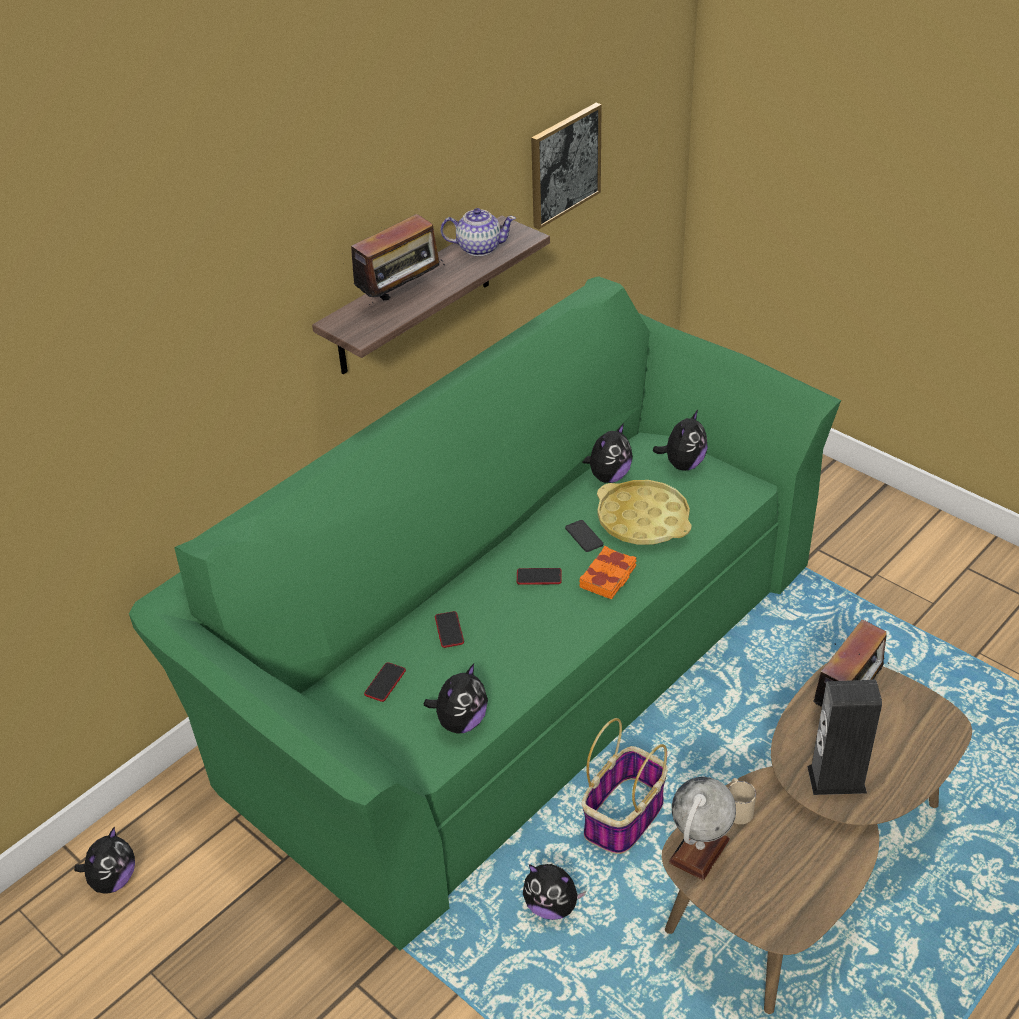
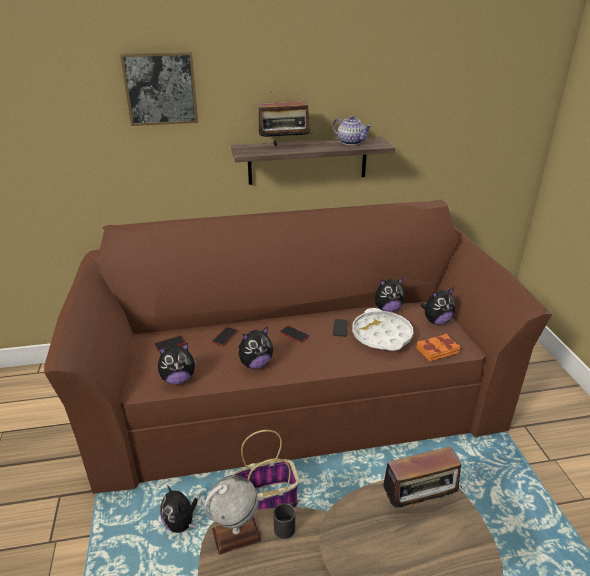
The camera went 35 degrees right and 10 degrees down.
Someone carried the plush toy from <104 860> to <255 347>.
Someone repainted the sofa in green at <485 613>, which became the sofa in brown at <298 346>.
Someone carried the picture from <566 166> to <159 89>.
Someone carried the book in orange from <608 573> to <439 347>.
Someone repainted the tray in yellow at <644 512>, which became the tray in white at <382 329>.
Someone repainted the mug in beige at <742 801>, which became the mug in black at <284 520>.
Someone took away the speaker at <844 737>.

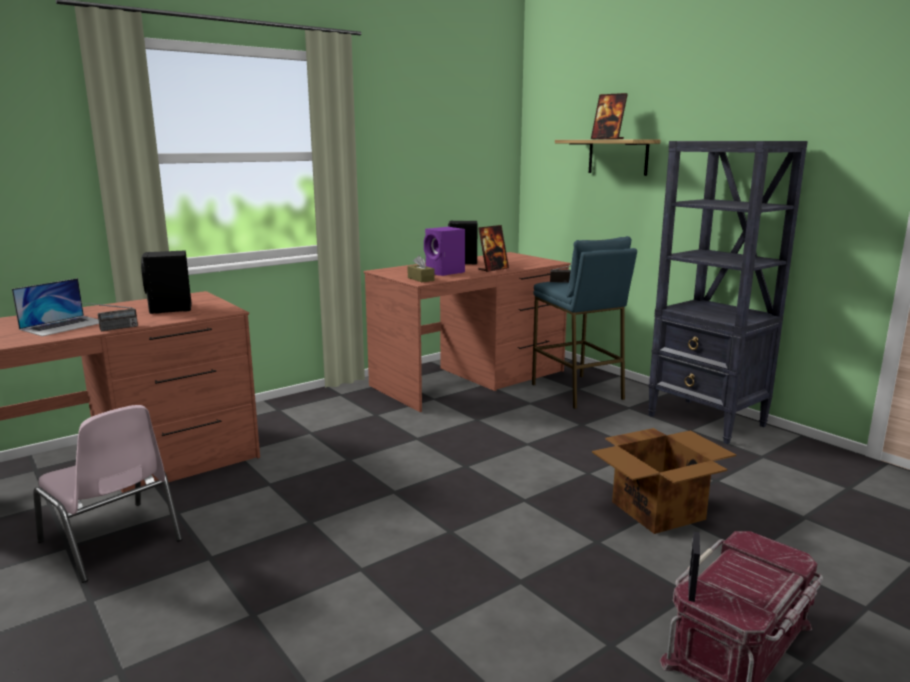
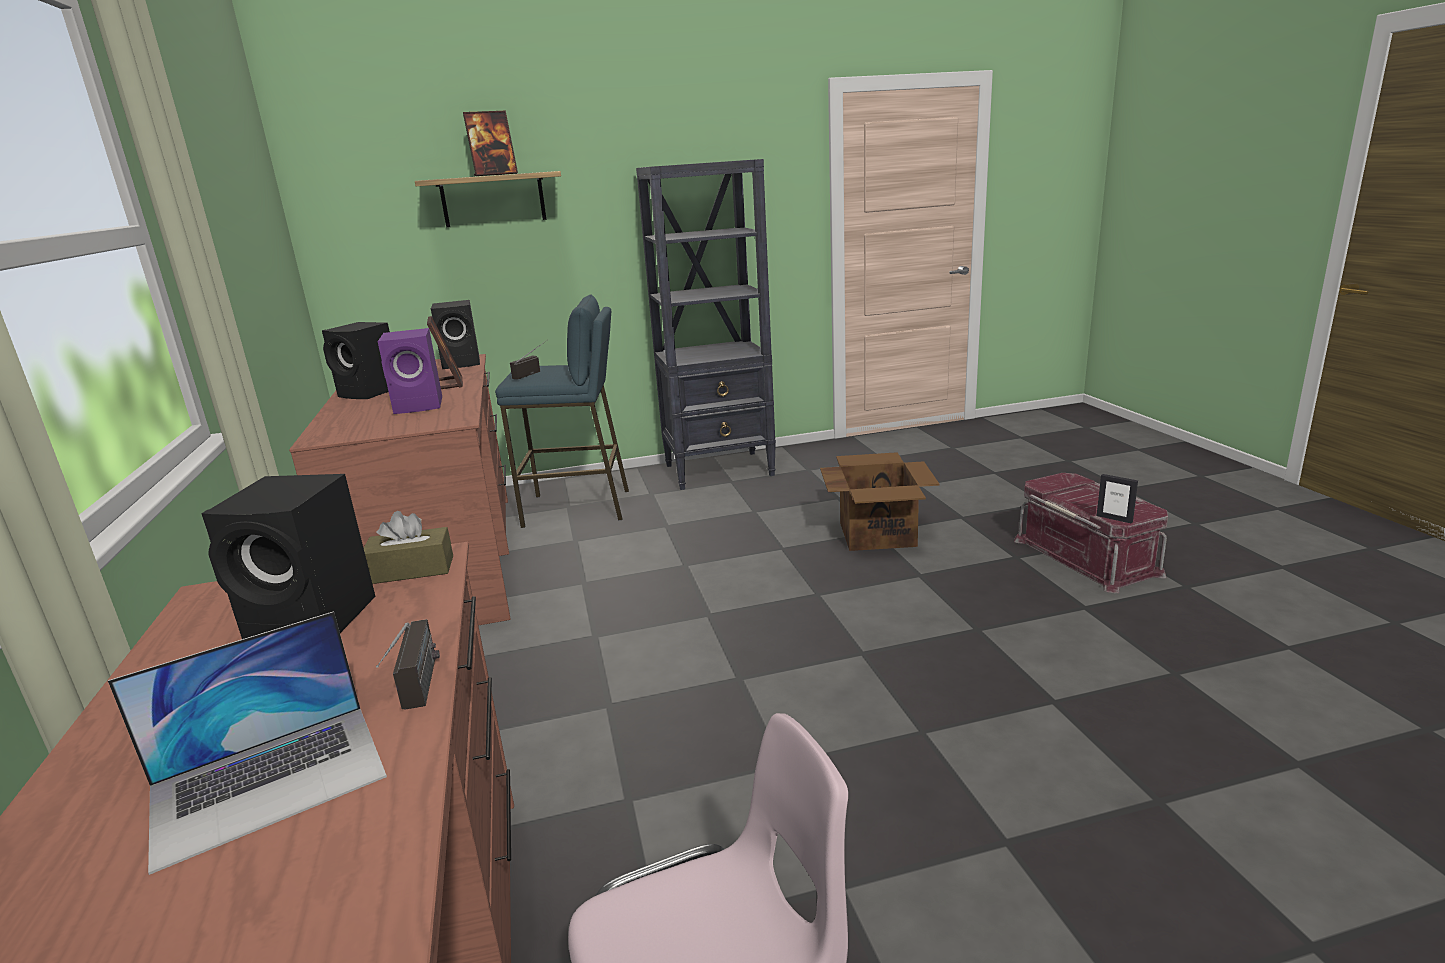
The camera went 65 degrees left and 5 degrees up.
Someone rotated the laptop at <55 307> by 90 degrees clockwise.
Someone carried the tissue box in brown from <421 269> to <408 547>.
Someone put down the speaker in black at <455 334>.

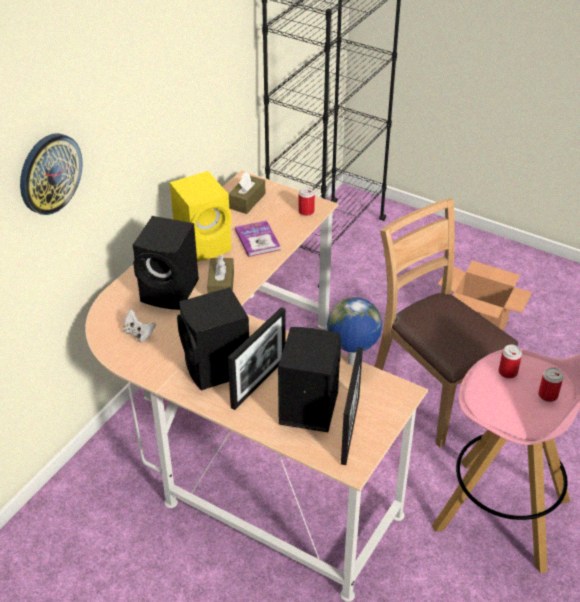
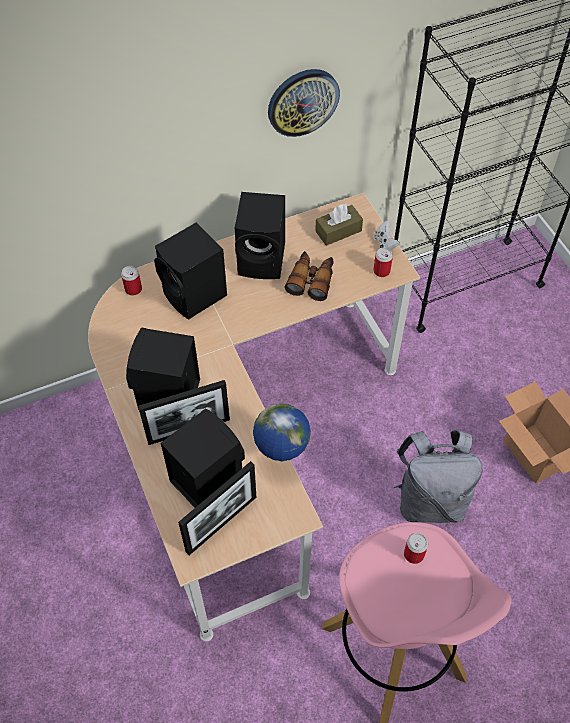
The camera went 35 degrees right and 15 degrees up.
Someone carried the wall clock from <51 174> to <304 103>.
Someone carried the game controller in white from <139 325> to <387 235>.
Someone repainted the speaker in yellow at <201 216>, which became the speaker in black at <260 235>.
Someone took away the tissue box in brown at <220 273>.
Someone swapped the book at <258 238> for the binoculars at <309 276>.
Someone swapped the chair in brown at <446 323> for the backpack in grey at <438 476>.
Someone carried the can from <550 384> to <131 281>.

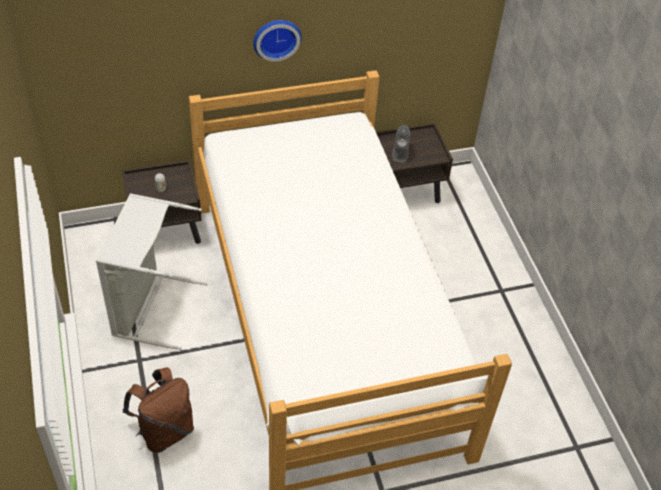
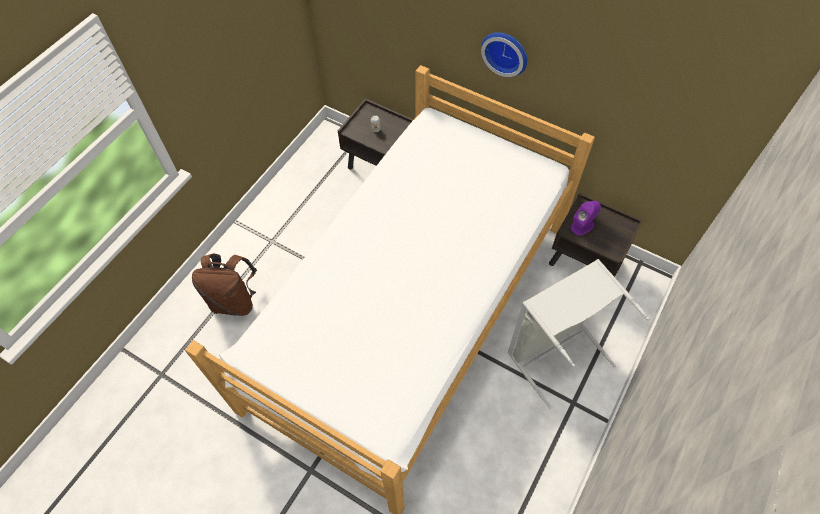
The camera went 50 degrees right and 10 degrees up.
Someone carried the laundry basket in grey from <152 271> to <578 334>.
Someone repainted the speaker in grey at <401 143>, which became the speaker in purple at <586 218>.

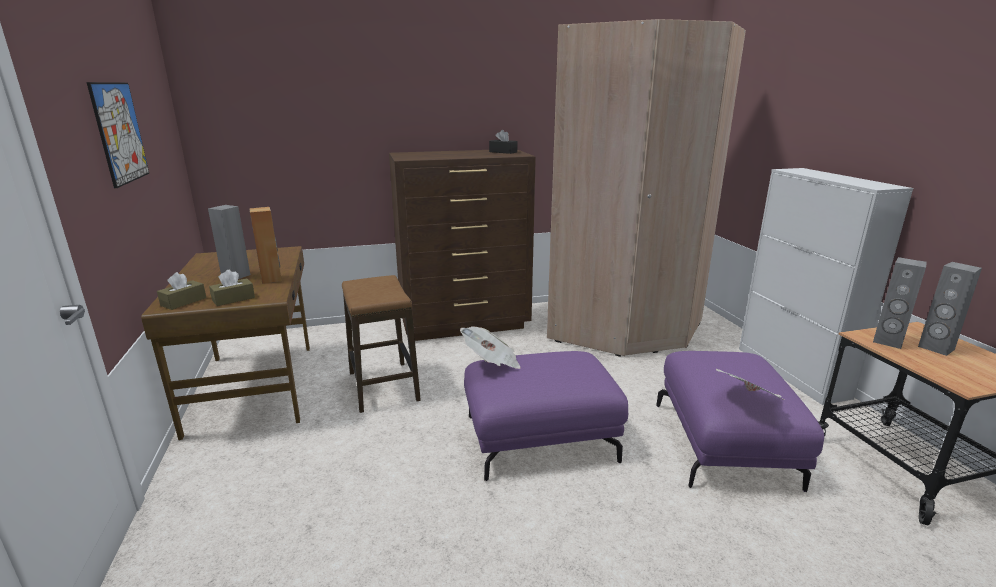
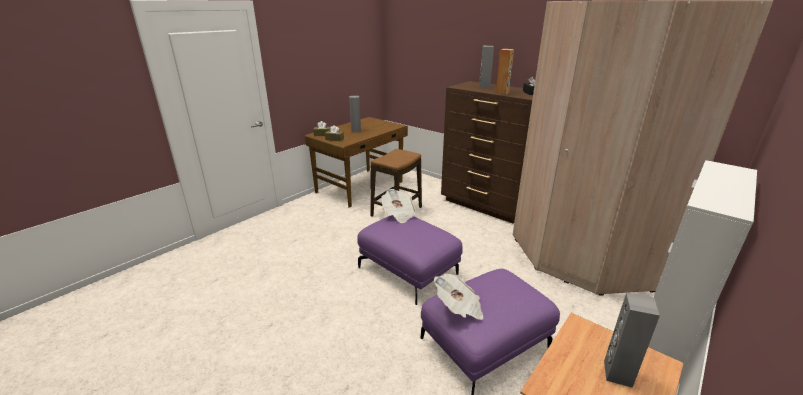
The camera went 55 degrees right and 5 degrees up.
Someone took away the picture at <118 135>.
Someone carried the speaker in brown from <265 245> to <504 72>.
Someone carried the speaker in grey from <900 303> to <486 67>.

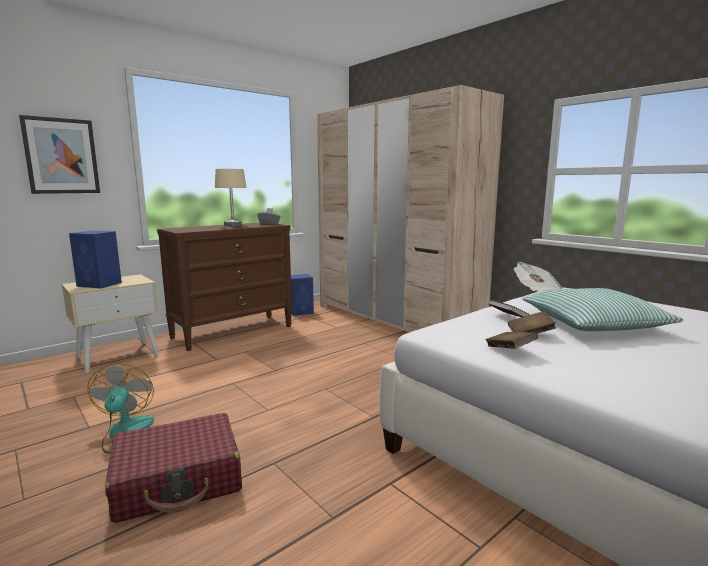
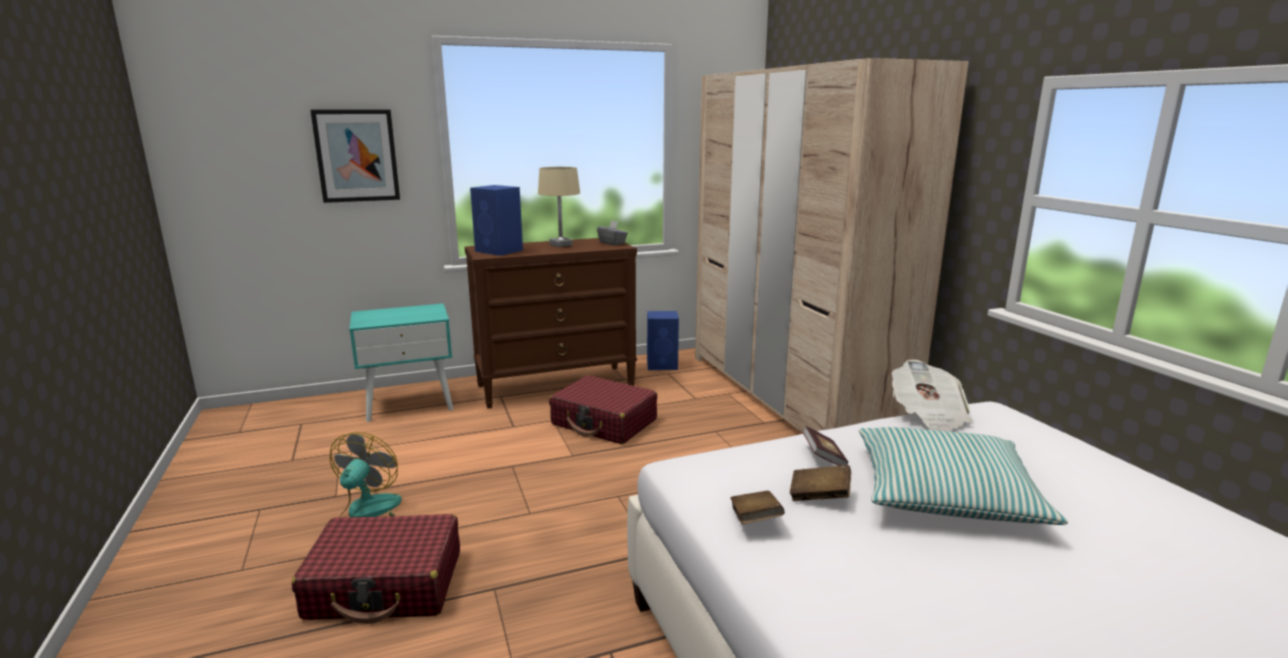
The camera went 20 degrees right and 5 degrees up.
Someone repainted the nightstand in beige at <110 323>, which became the nightstand in turquoise at <401 362>.
Someone carried the speaker in blue from <95 260> to <496 220>.
Someone put down the suitcase in red at <603 409>.

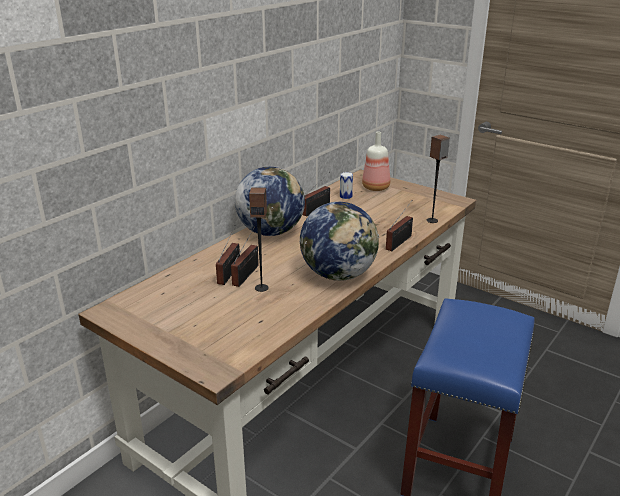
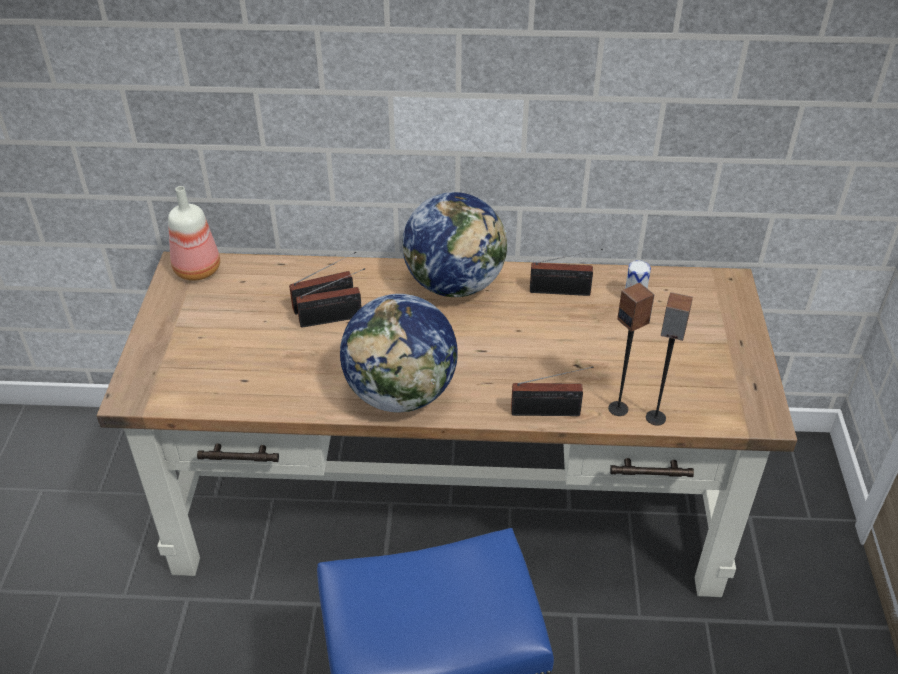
The camera went 55 degrees right and 15 degrees up.
Someone carried the speaker from <259 239> to <631 349>.
Someone carried the bottle from <376 161> to <194 233>.

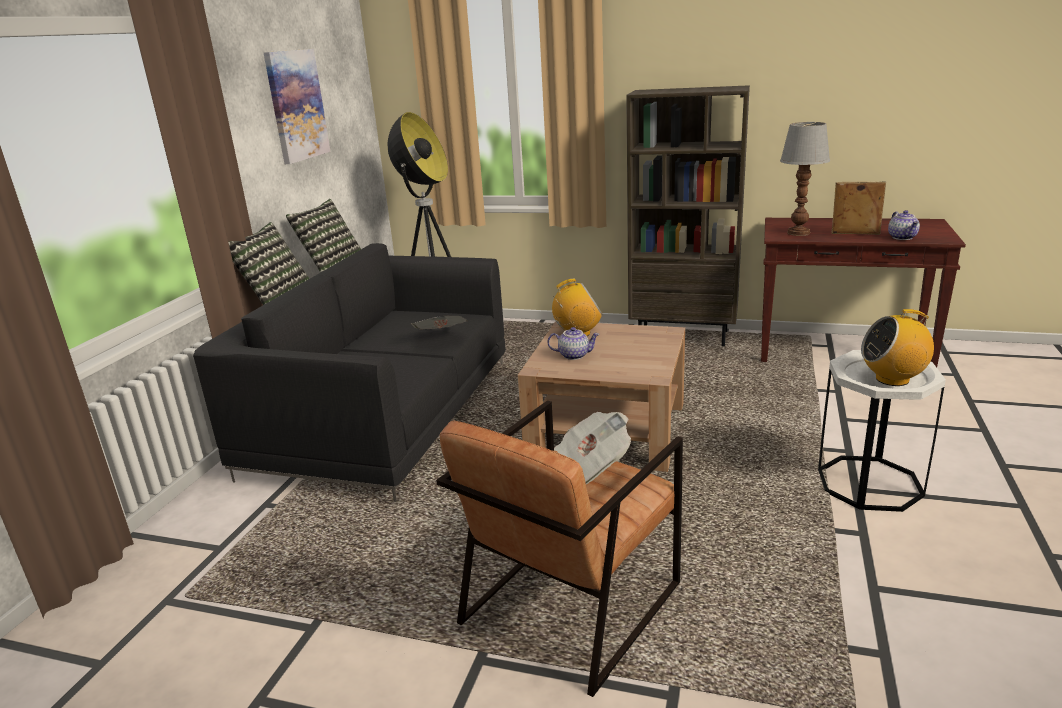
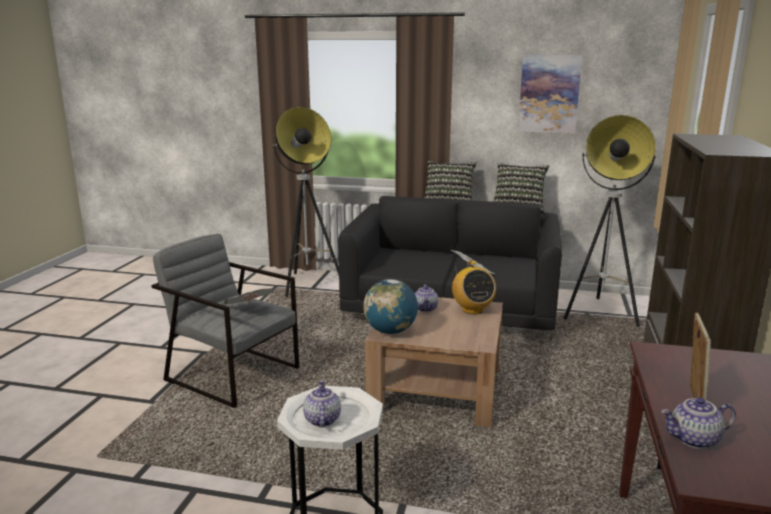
The camera went 85 degrees right and 5 degrees down.
Someone repainted the armchair in brown at <559 548>, which became the armchair in grey at <225 321>.
Someone took away the table lamp at <805 179>.
Someone swapped the radio at <897 347> for the teapot at <322 403>.
Someone put down the floor lamp at <306 202>.
Someone put down the globe at <390 306>.

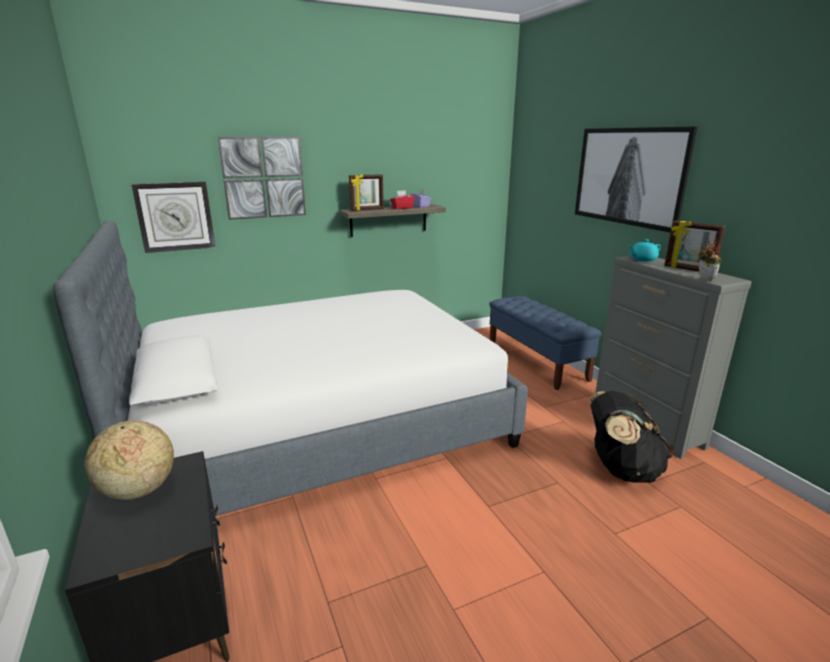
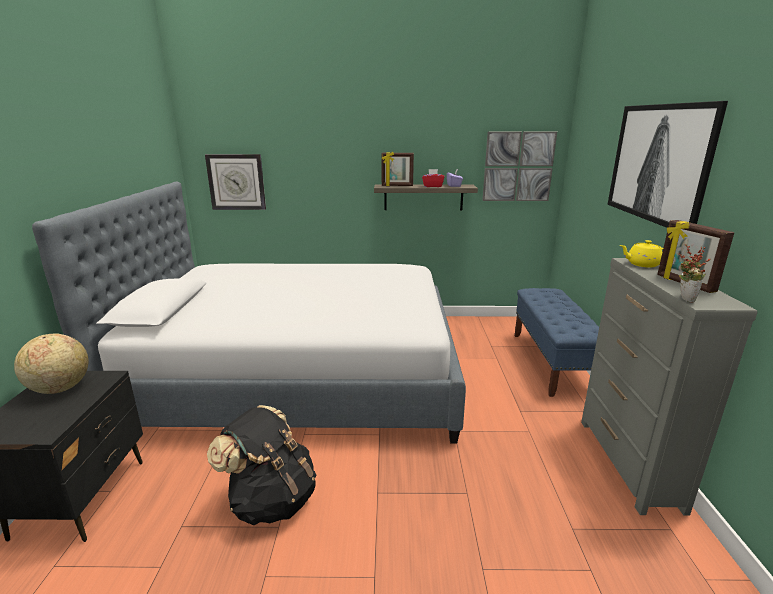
The camera went 25 degrees right and 0 degrees up.
Someone carried the picture from <262 178> to <519 166>.
Someone carried the backpack in black from <631 437> to <261 465>.
Someone repainted the teapot in turquoise at <644 250>, which became the teapot in yellow at <641 253>.

